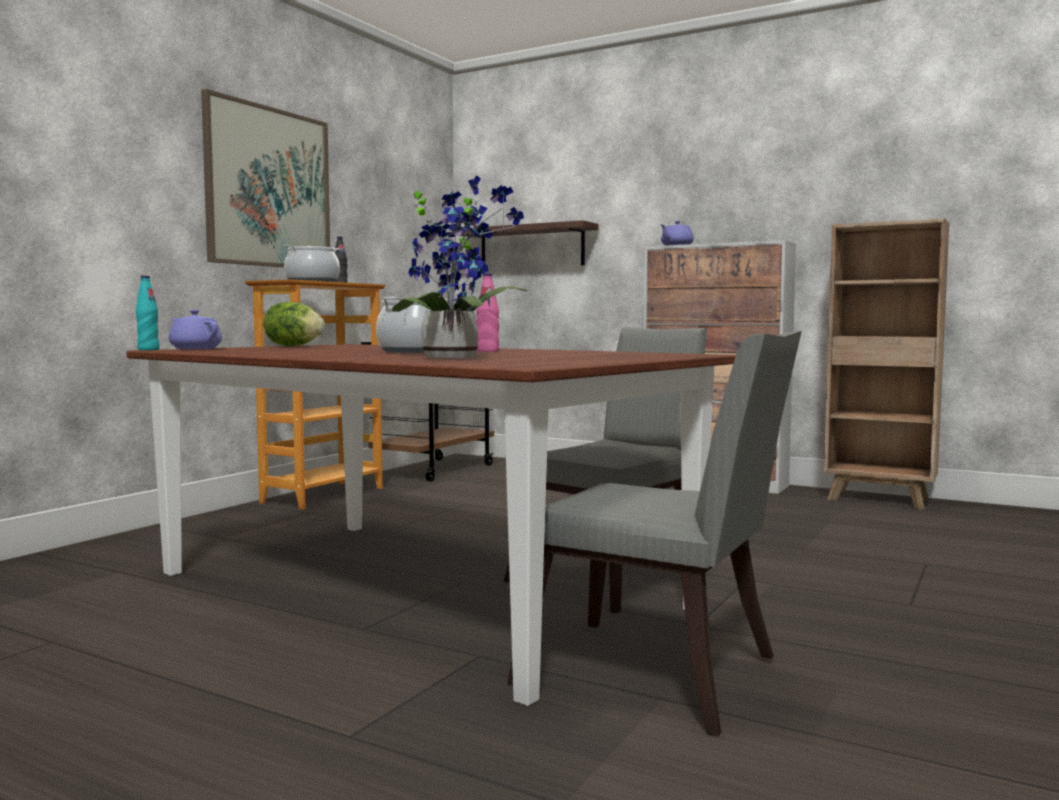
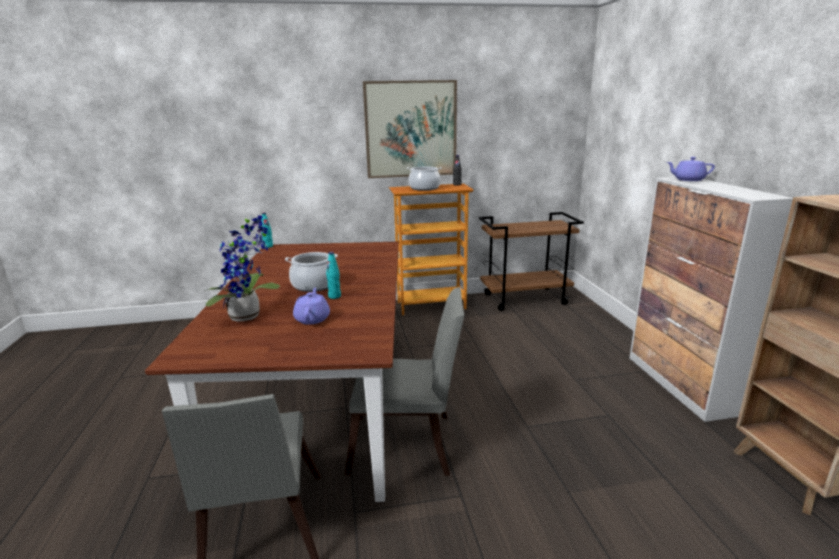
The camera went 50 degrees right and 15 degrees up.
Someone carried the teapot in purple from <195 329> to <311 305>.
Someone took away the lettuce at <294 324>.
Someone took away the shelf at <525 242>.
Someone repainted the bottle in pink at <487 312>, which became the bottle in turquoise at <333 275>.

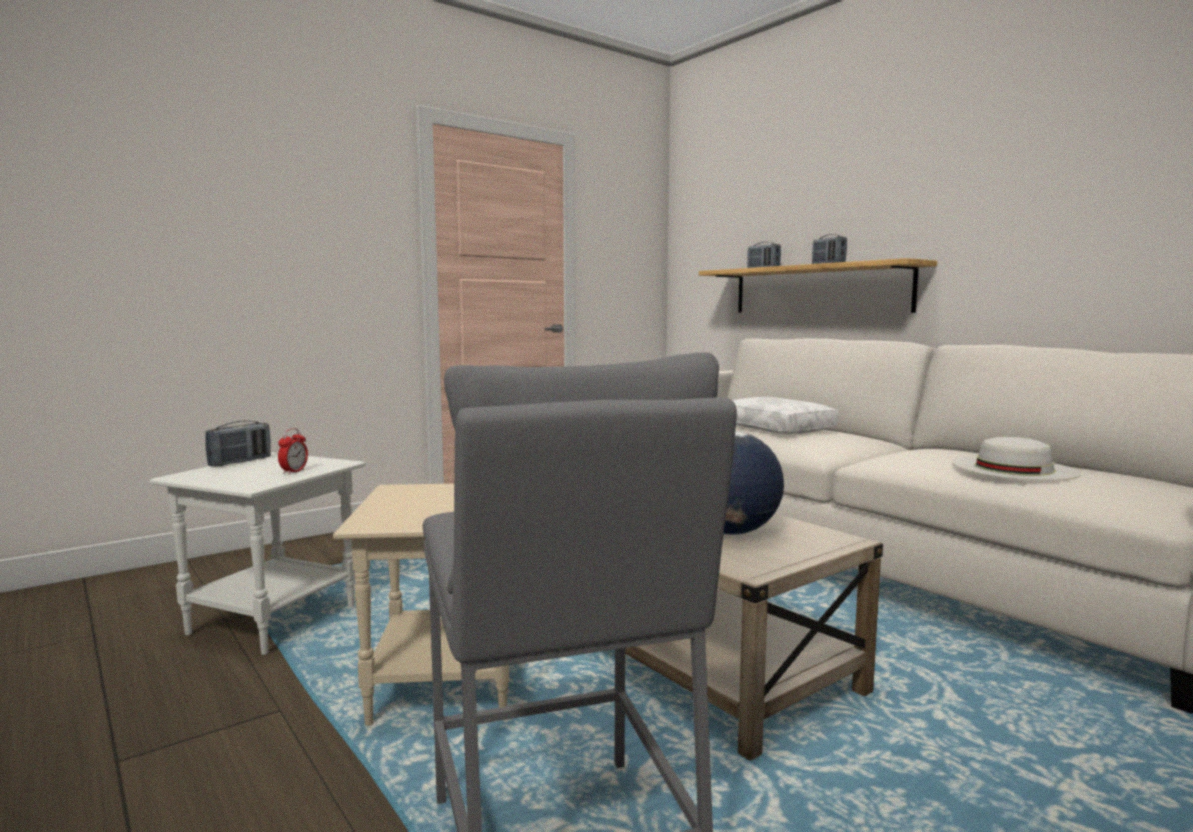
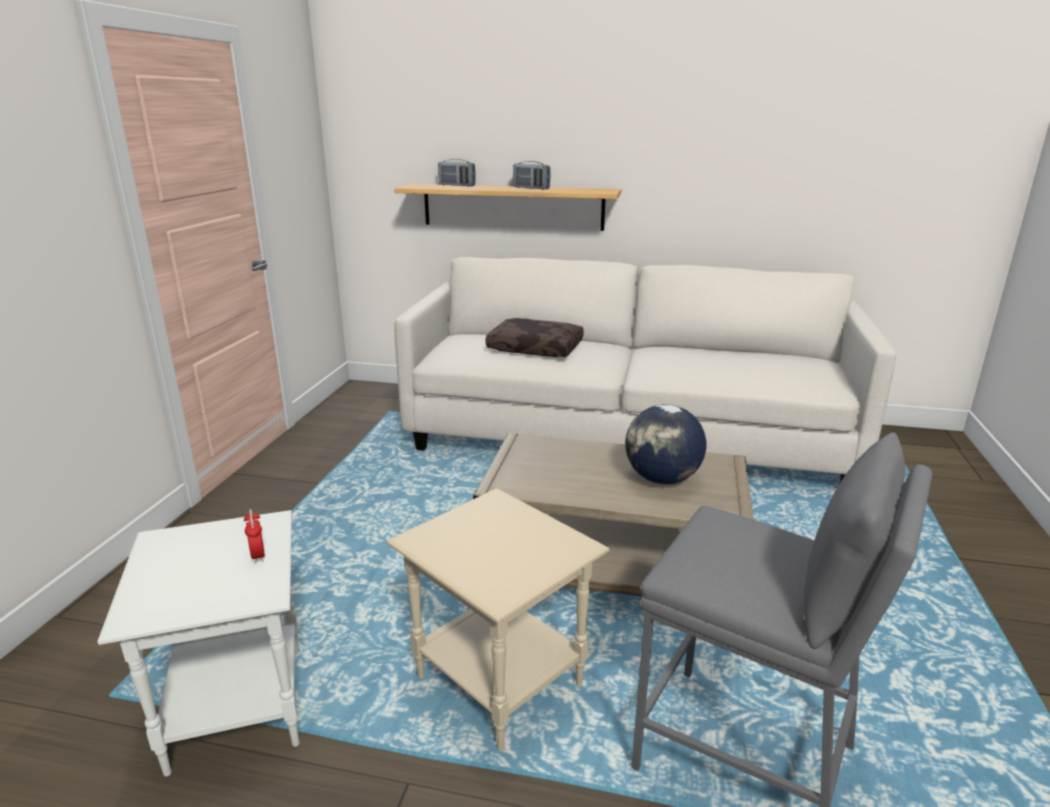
The camera went 40 degrees left and 15 degrees up.
Someone took away the radio at <238 443>.
Someone repainted the pillow in white at <785 415>, which became the pillow in brown at <535 337>.
Someone took away the hat in white at <1017 459>.

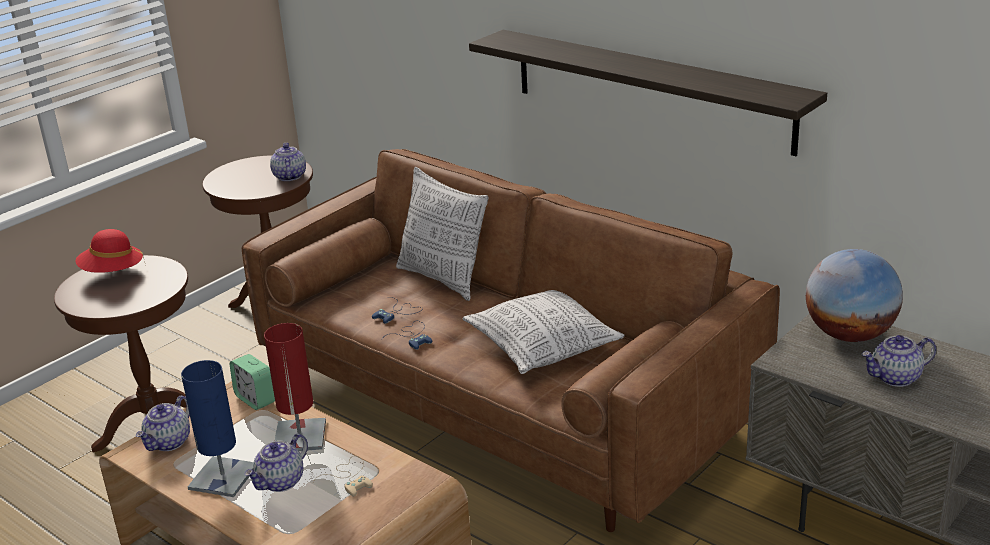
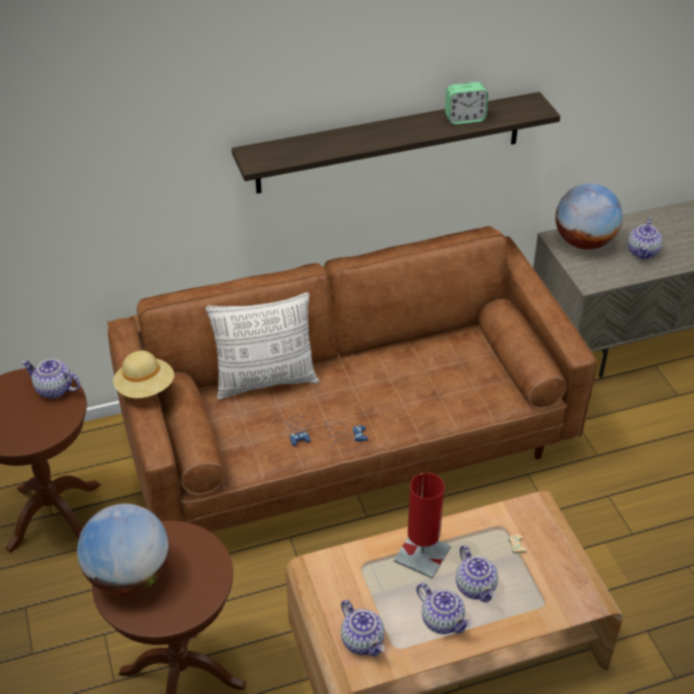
The camera went 60 degrees left and 15 degrees up.
Someone swapped the hat in red at <109 251> for the globe at <123 550>.
Someone swapped the table lamp in blue at <217 428> for the teapot at <444 608>.
Someone carried the alarm clock from <252 382> to <466 103>.
Someone took away the pillow at <544 332>.
Someone put down the hat in beige at <143 374>.

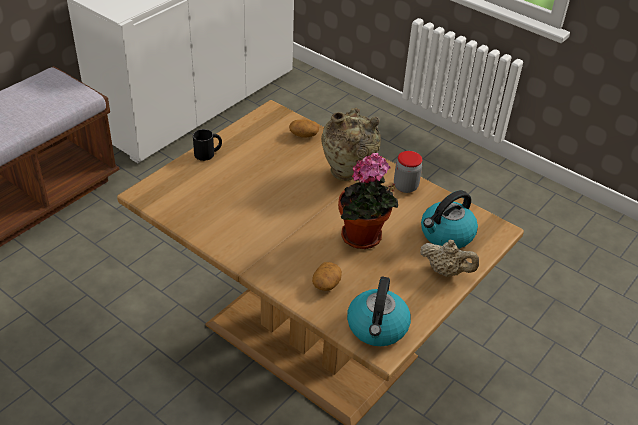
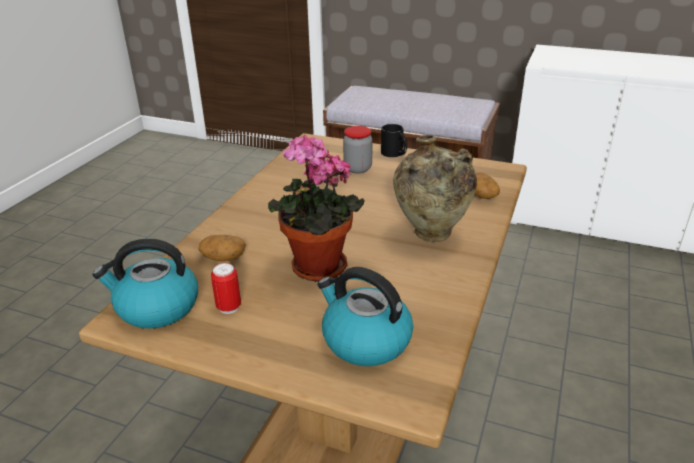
The camera went 75 degrees right and 10 degrees down.
Someone carried the jar from <408 172> to <357 150>.
Someone took away the teapot in beige at <449 258>.
Someone put down the can at <226 288>.

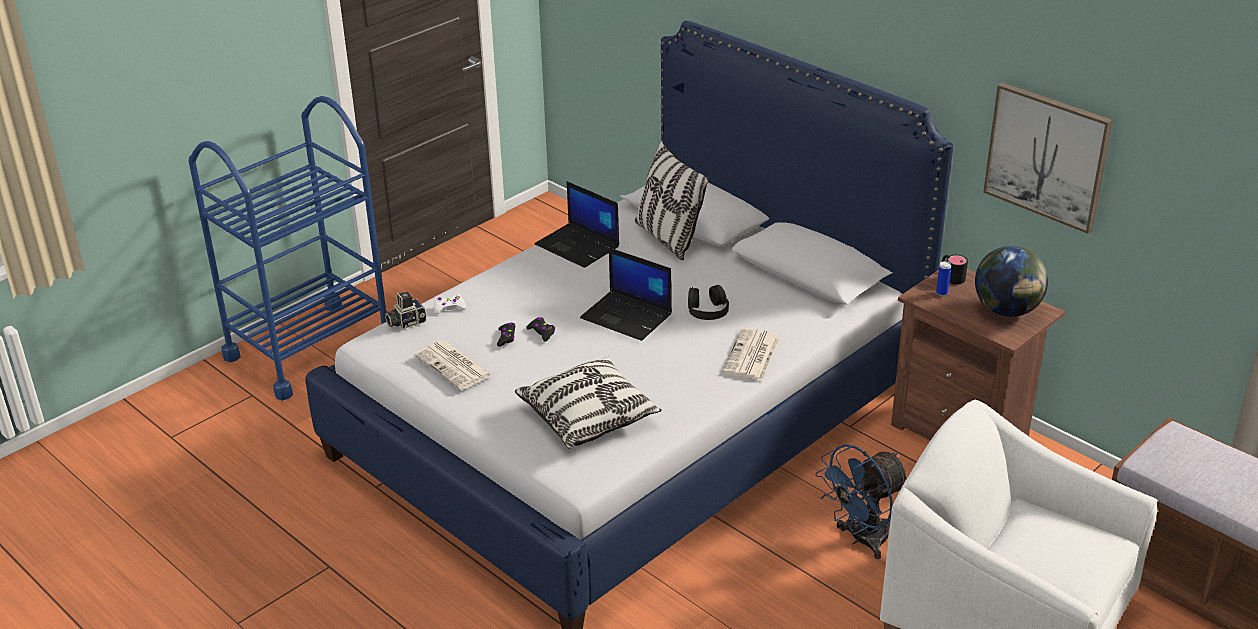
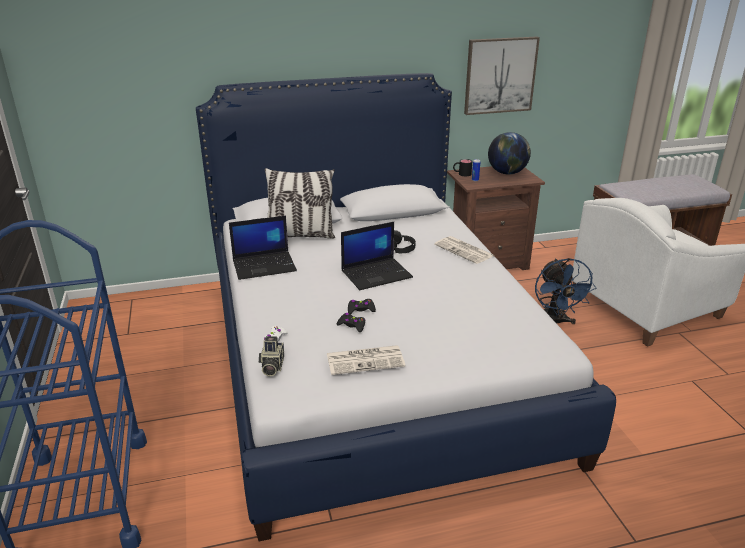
The camera went 60 degrees left and 5 degrees down.
Someone took away the pillow at <588 402>.

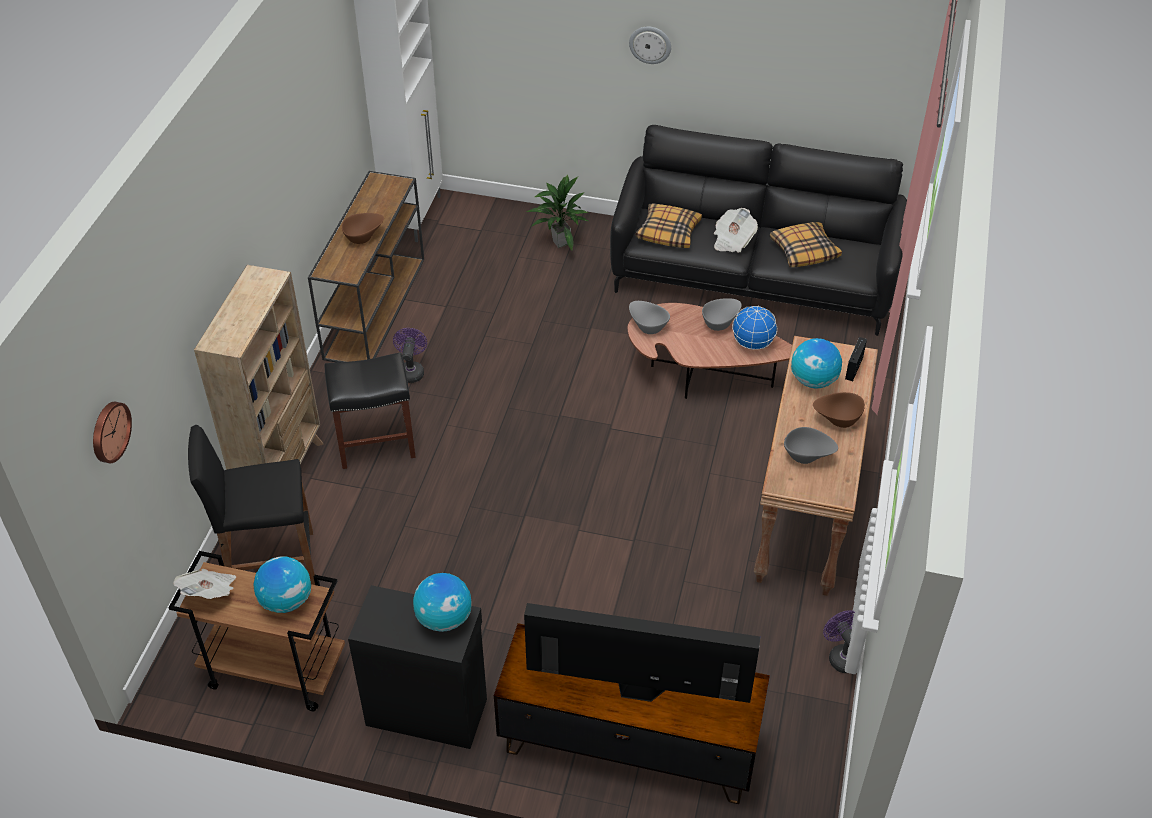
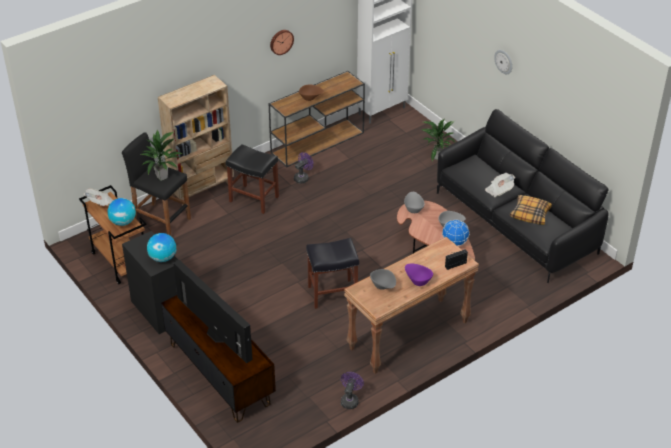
The camera went 40 degrees right and 5 degrees down.
Someone carried the wall clock from <112 432> to <282 42>.
Someone took away the pillow at <669 226>.
Someone took away the globe at <816 363>.
Someone repainted the bowl in brown at <839 410>, which became the bowl in purple at <419 275>.
Someone put down the potted plant at <162 155>.
Someone put down the stool in black at <332 273>.

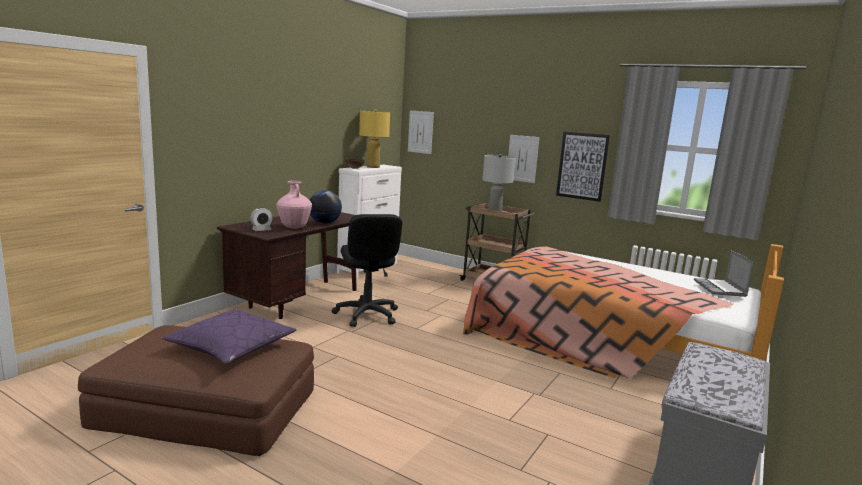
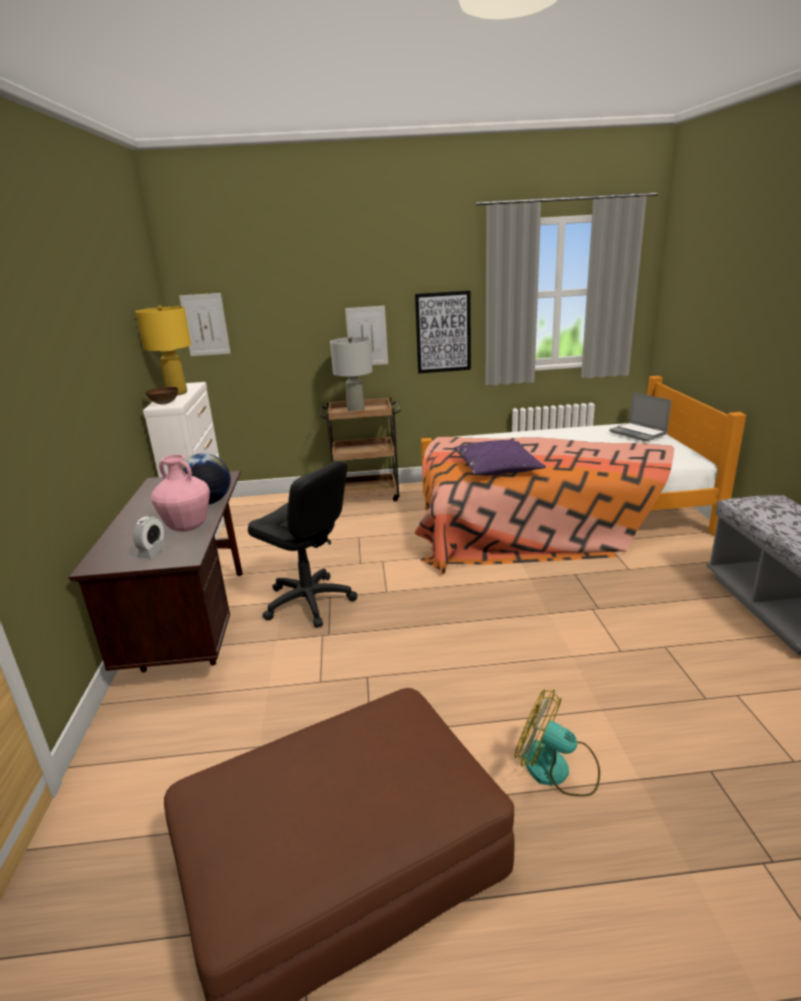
The camera went 35 degrees left and 10 degrees up.
Someone carried the pillow in purple from <229 336> to <500 458>.
Someone put down the fan at <557 743>.

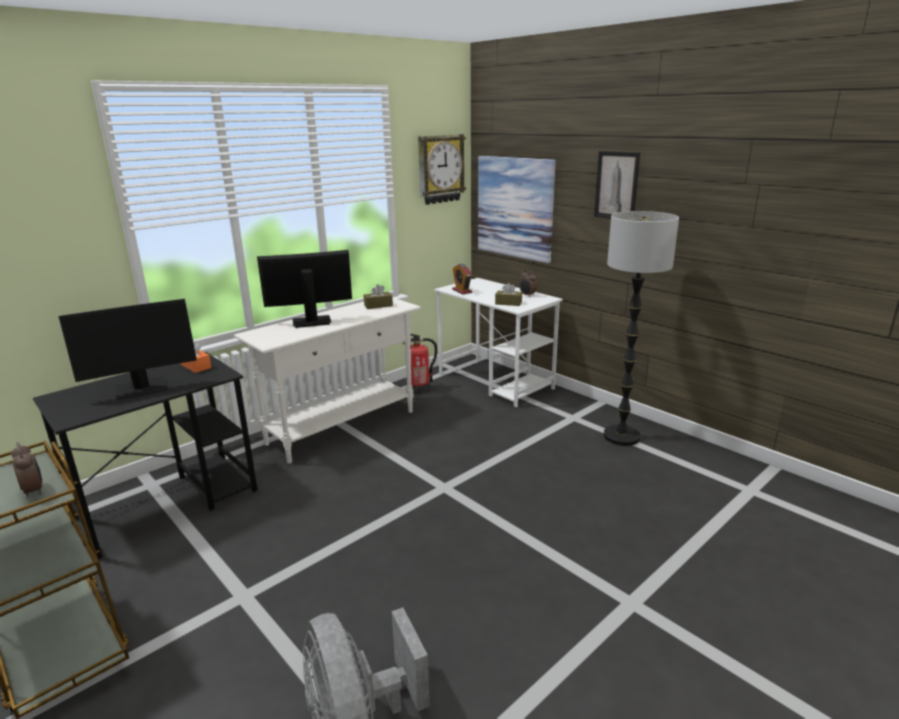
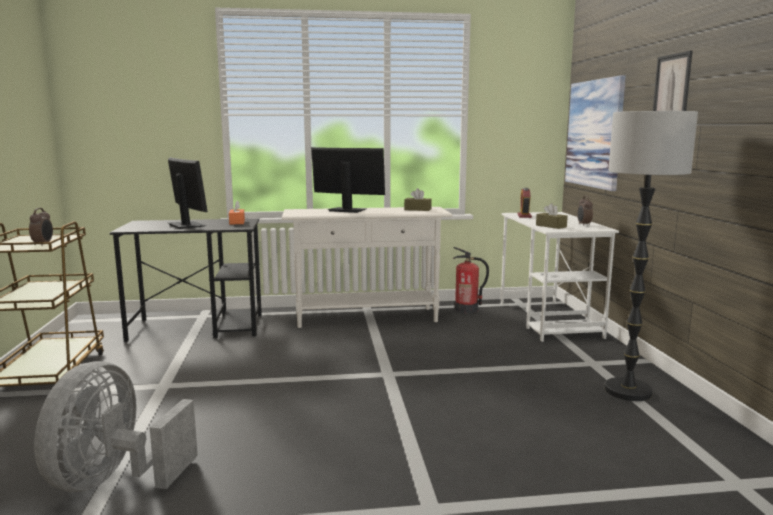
The camera went 35 degrees right and 10 degrees down.
Someone rotated the monitor at <128 349> by 135 degrees counterclockwise.
Someone took away the wall clock at <442 169>.

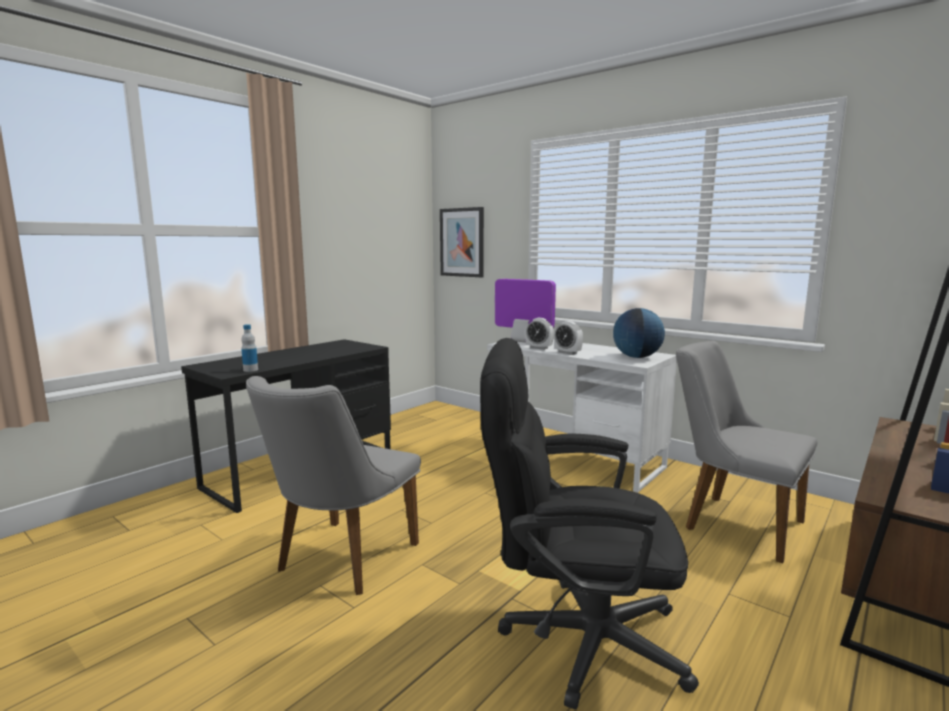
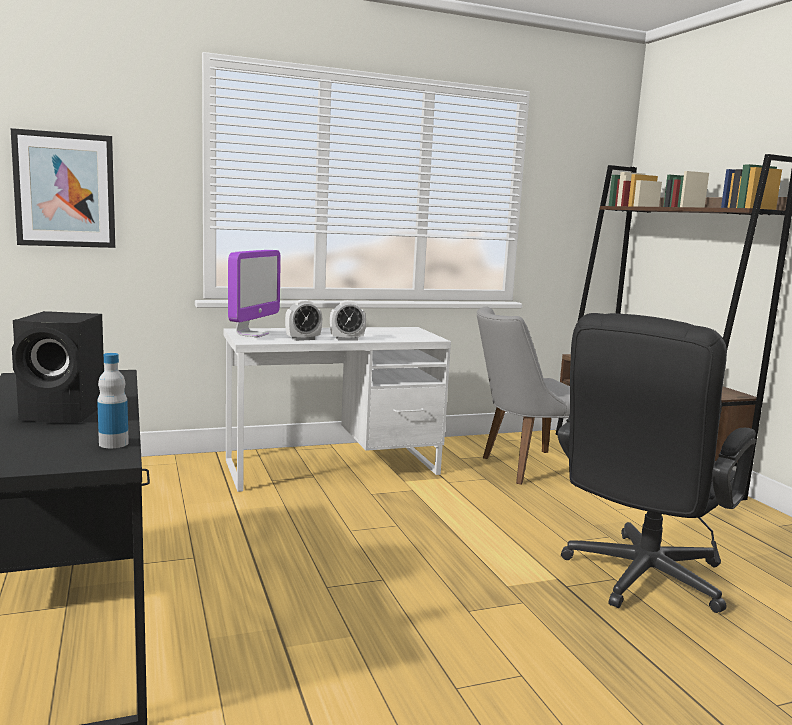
The camera went 60 degrees left and 0 degrees up.
Someone took away the chair in grey at <333 485>.
Someone rotated the monitor at <525 311> by 135 degrees clockwise.
Someone took away the globe at <639 333>.
Someone put down the speaker in black at <58 367>.

